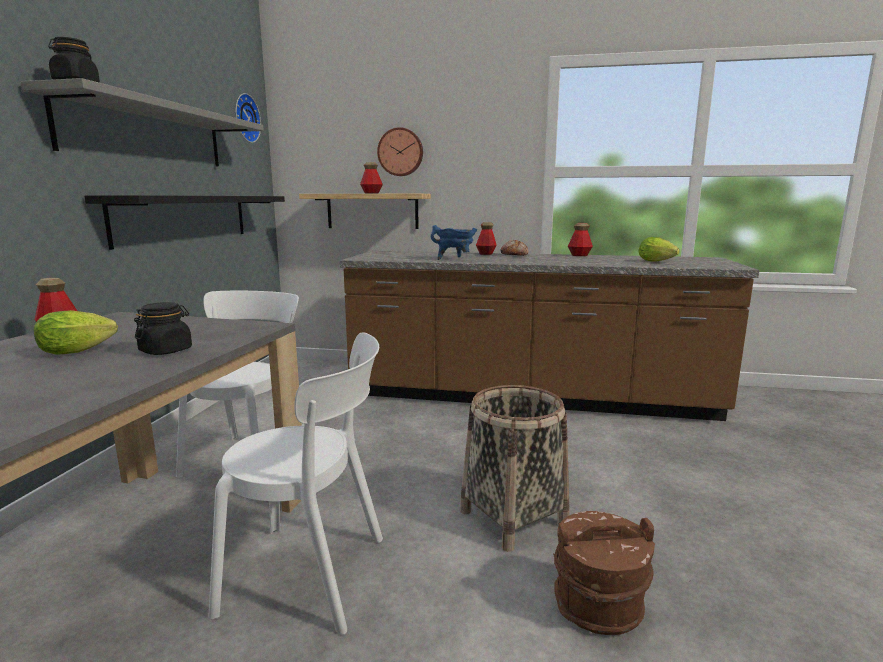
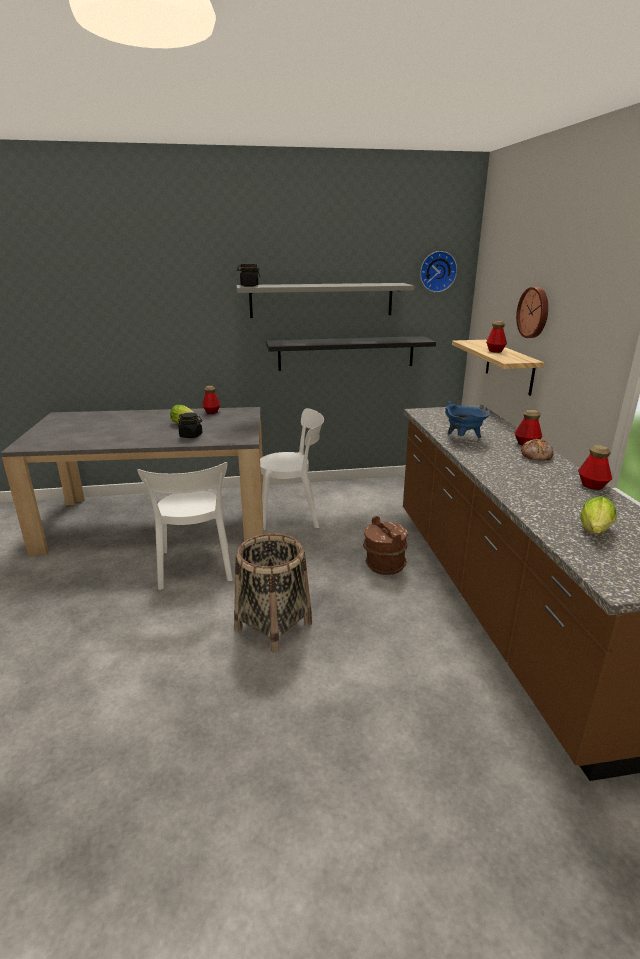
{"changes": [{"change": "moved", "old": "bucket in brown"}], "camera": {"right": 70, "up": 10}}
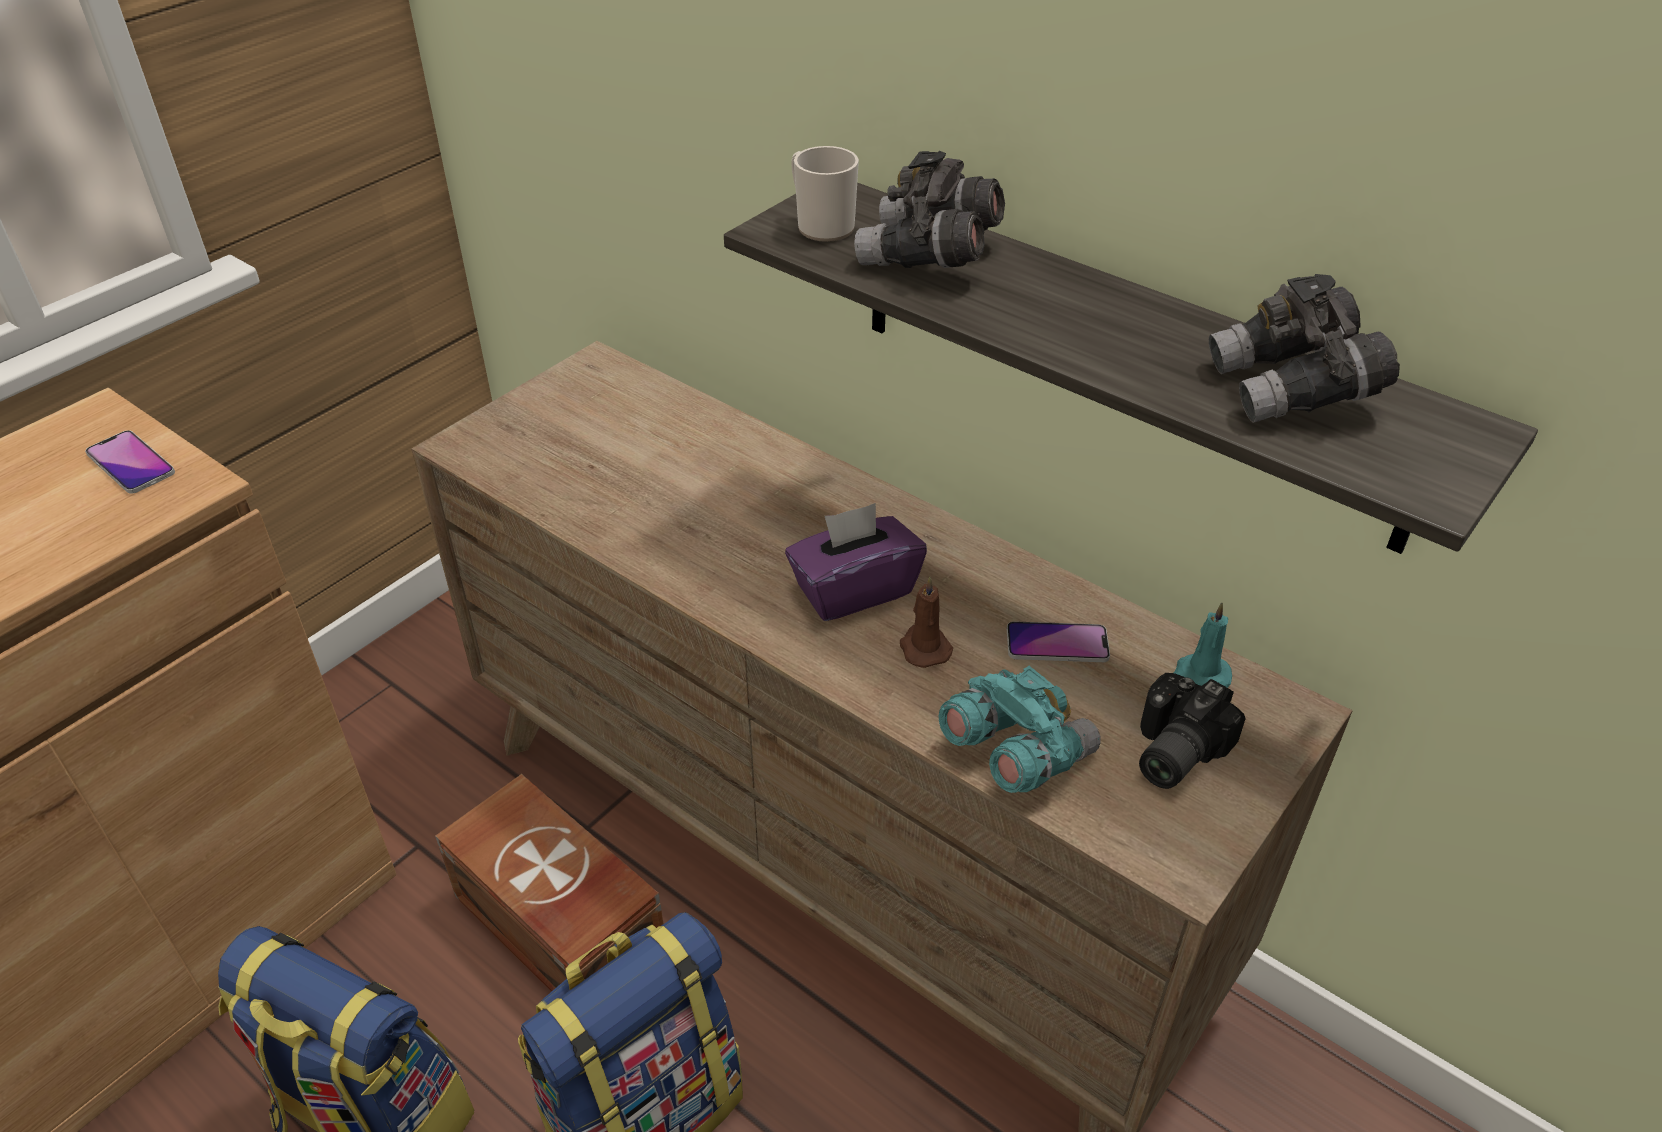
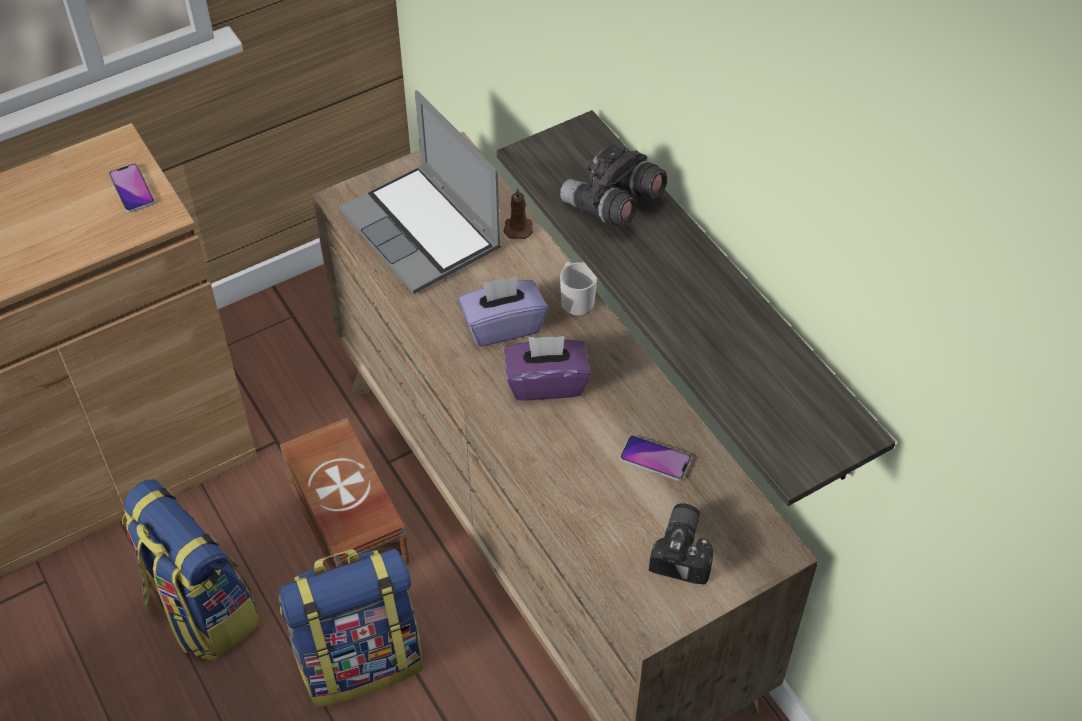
{"changes": [{"change": "added", "new": "laptop"}, {"change": "added", "new": "tissue box in purple (1st from left)"}, {"change": "moved", "old": "candle in brown"}, {"change": "moved", "old": "mug"}, {"change": "turned", "old": "photo camera", "degrees": 135}, {"change": "removed", "old": "binoculars in turquoise"}, {"change": "removed", "old": "candle in turquoise"}, {"change": "removed", "old": "binoculars in grey (2nd from left)"}], "camera": {"right": 20, "up": 10}}
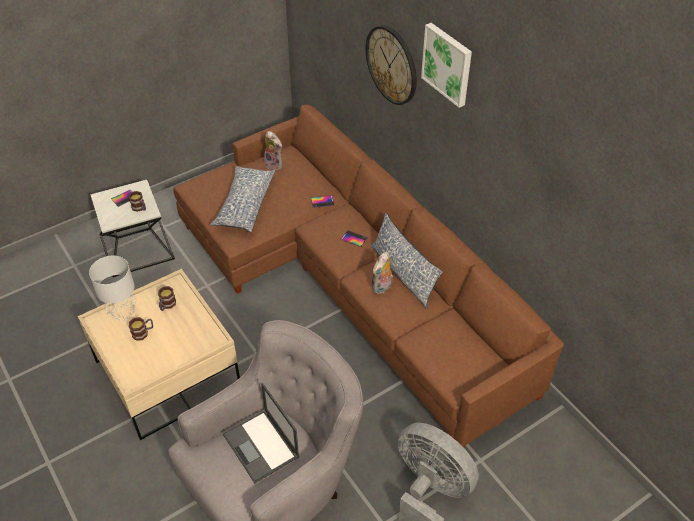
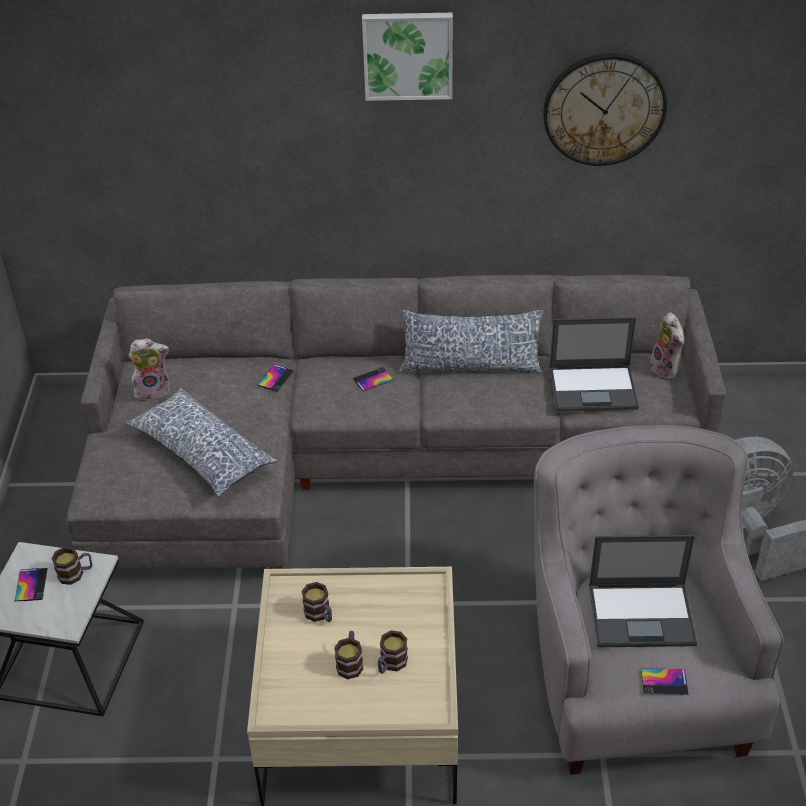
{"changes": [{"change": "recoloured", "old": "sofa in brown", "new": "sofa in grey"}, {"change": "added", "new": "mug (4th from left)"}, {"change": "moved", "old": "wall clock"}, {"change": "added", "new": "laptop (1st from left)"}, {"change": "added", "new": "phone (4th from left)"}, {"change": "moved", "old": "plush toy (2nd from left)"}, {"change": "removed", "old": "table lamp in grey"}], "camera": {"right": -55, "up": -5}}
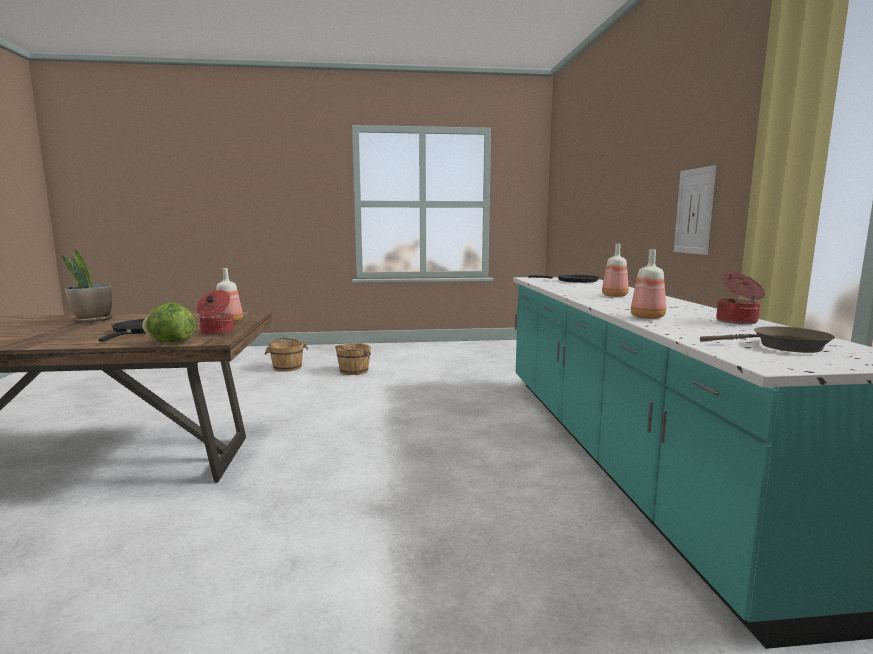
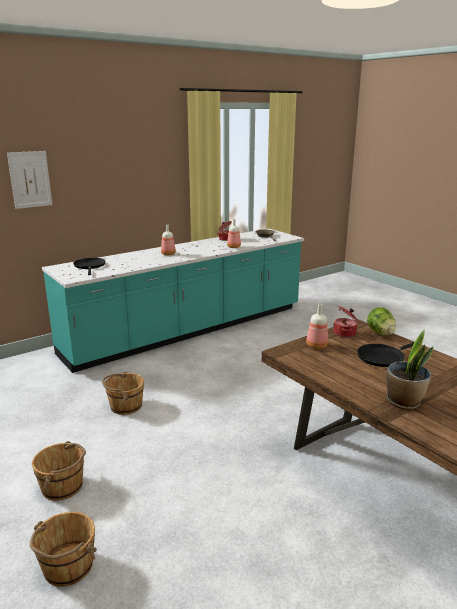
{"changes": [{"change": "moved", "old": "picture"}, {"change": "added", "new": "bucket in brown (3rd from left)"}], "camera": {"right": -120, "up": 10}}
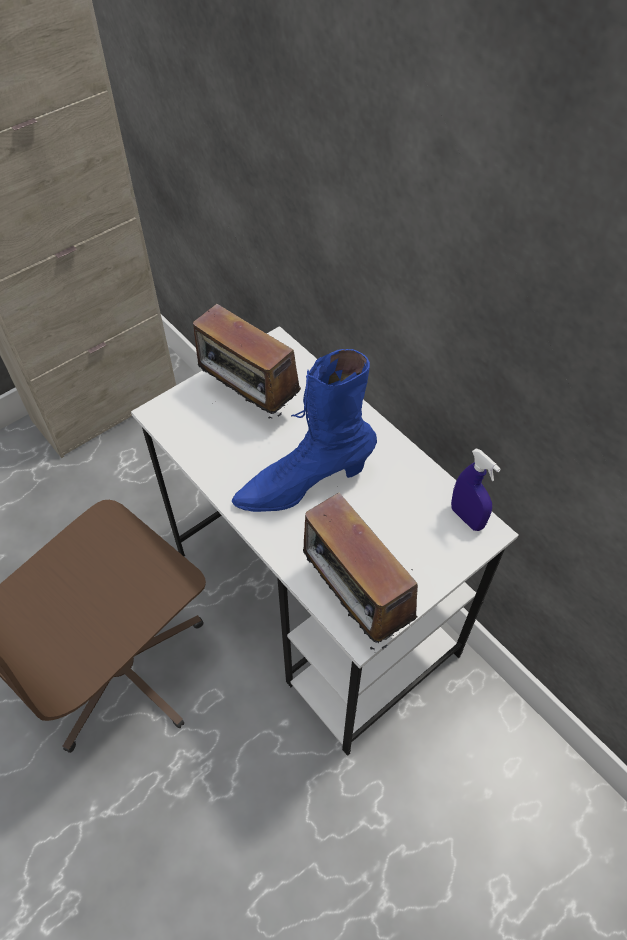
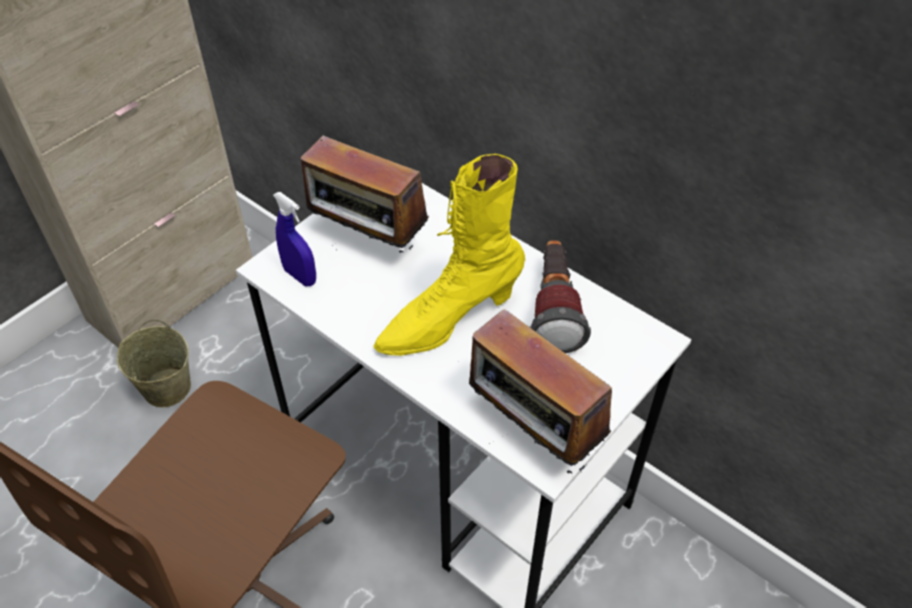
{"changes": [{"change": "added", "new": "bucket in beige"}, {"change": "moved", "old": "spray bottle in blue"}, {"change": "recoloured", "old": "boot in blue", "new": "boot in yellow"}, {"change": "added", "new": "flashlight"}], "camera": {"right": -10, "up": -5}}
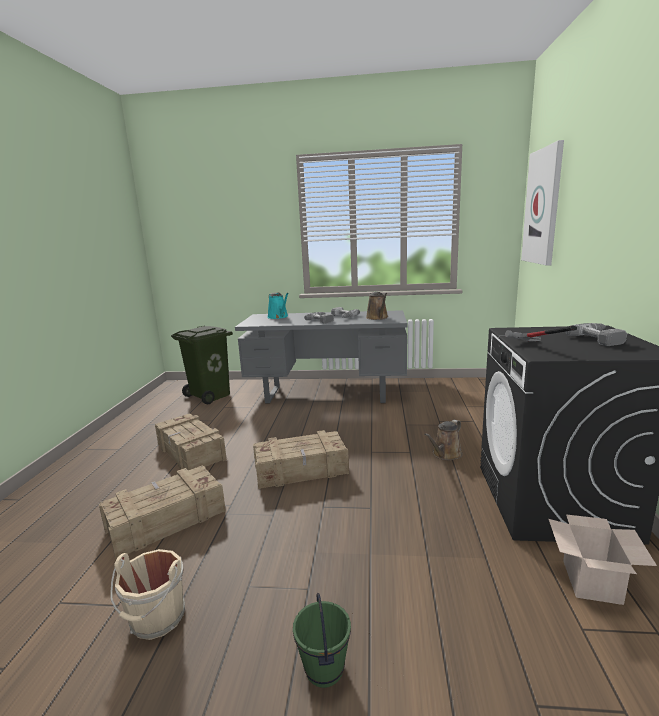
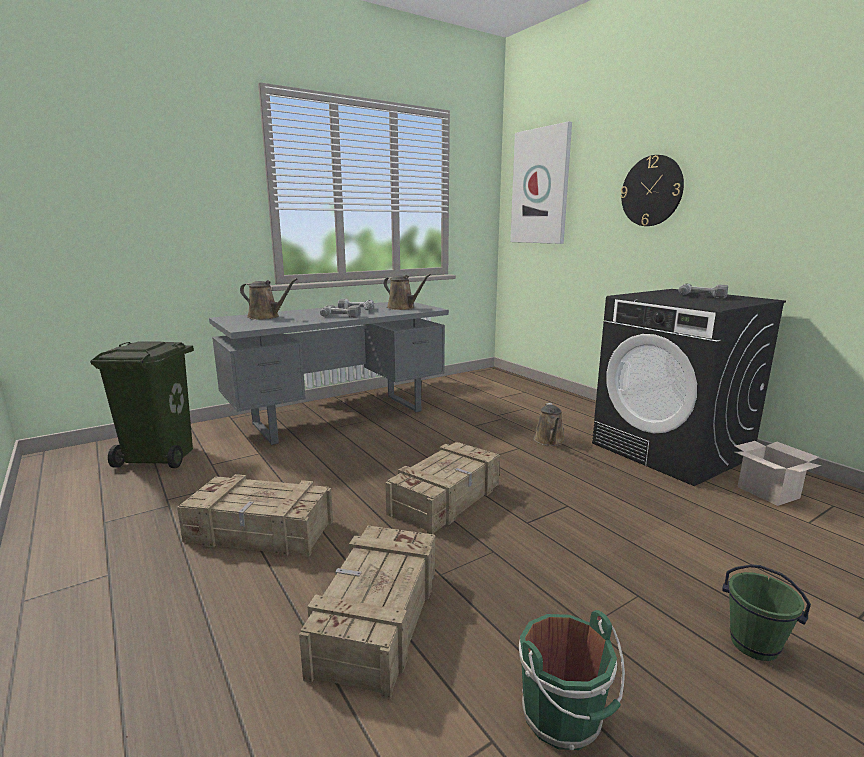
{"changes": [{"change": "recoloured", "old": "watering can in turquoise", "new": "watering can in brown (1st from left)"}, {"change": "recoloured", "old": "bucket in beige", "new": "bucket in green (1st from left)"}, {"change": "added", "new": "wall clock"}, {"change": "removed", "old": "hammer"}], "camera": {"right": -40, "up": 0}}
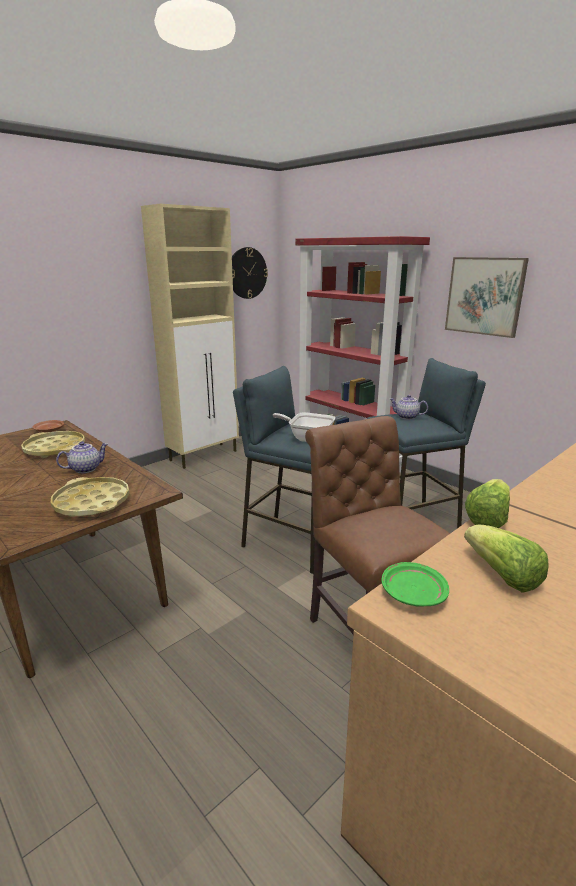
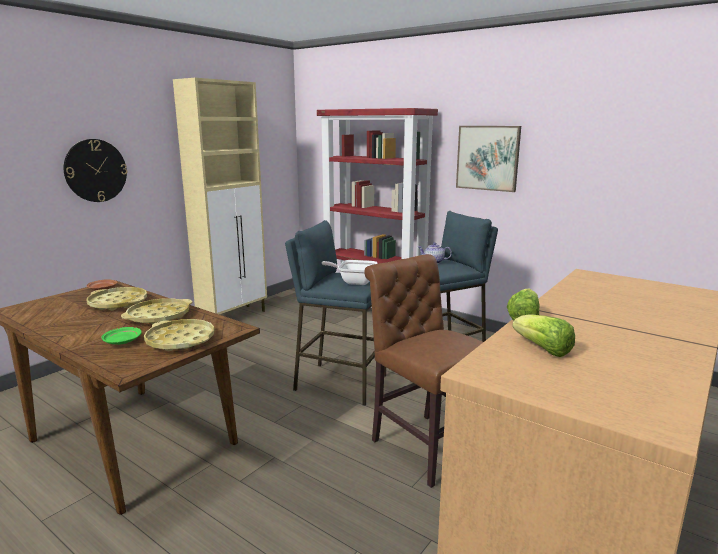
{"changes": [{"change": "moved", "old": "wall clock"}, {"change": "moved", "old": "plate in green"}, {"change": "replaced", "old": "teapot (1st from left)", "new": "tray in yellow (2nd from left)"}], "camera": {"right": -10, "up": -5}}
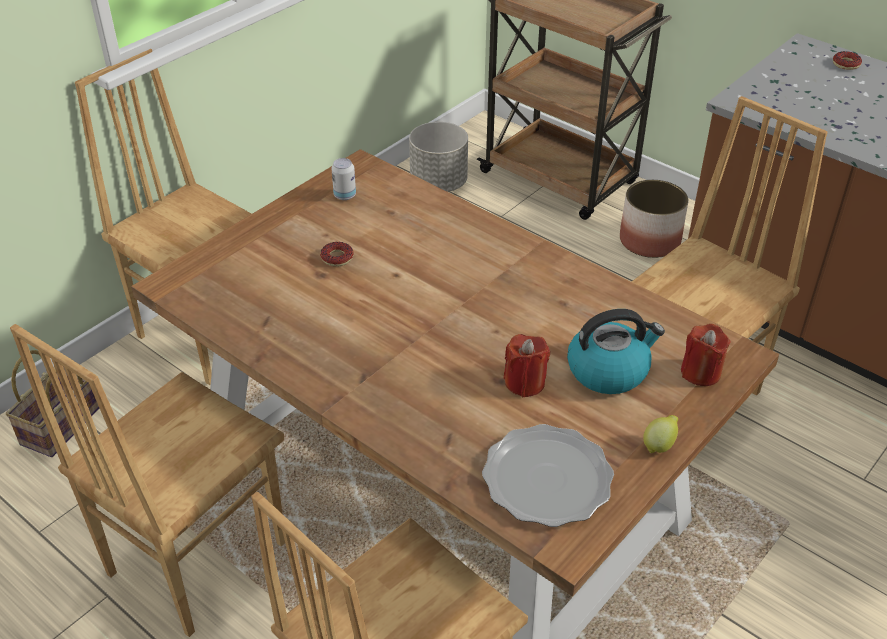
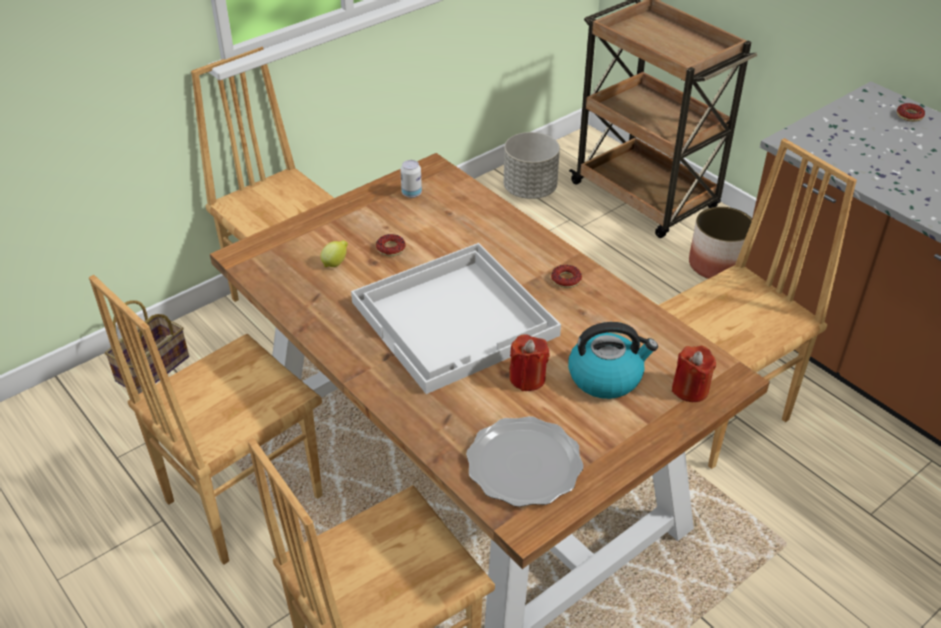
{"changes": [{"change": "moved", "old": "lemon"}, {"change": "added", "new": "tray in white"}, {"change": "added", "new": "donut (2nd from left)"}], "camera": {"right": 10, "up": 0}}
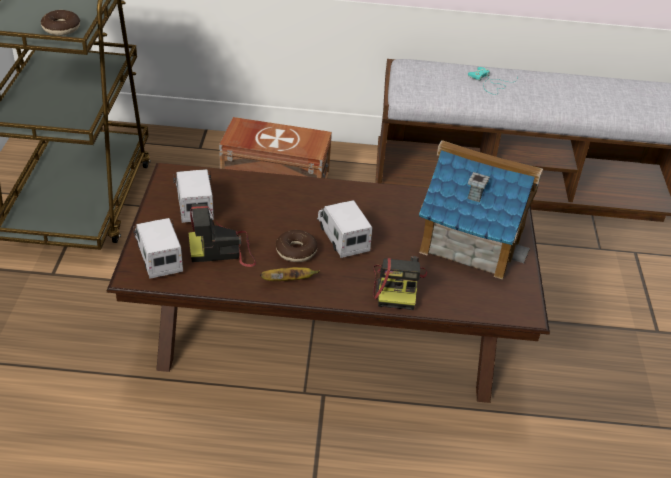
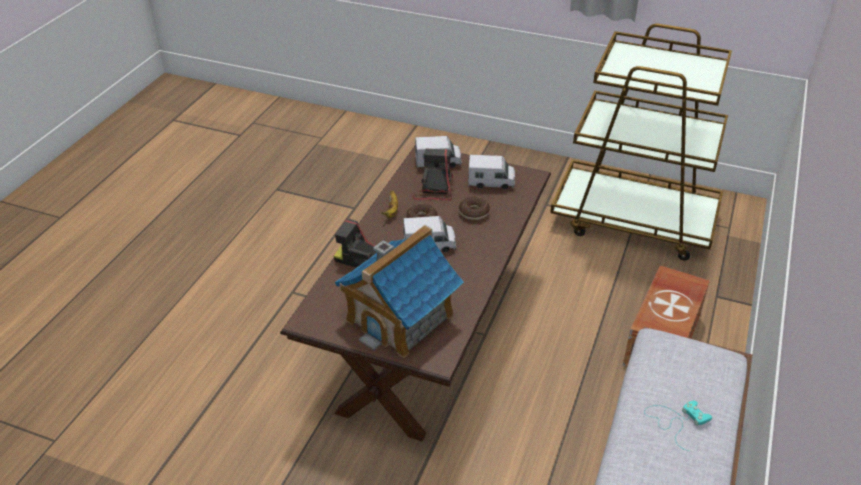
{"changes": [{"change": "moved", "old": "donut (1st from left in the first image)", "new": "donut (2nd from left)"}], "camera": {"right": 110, "up": 0}}
